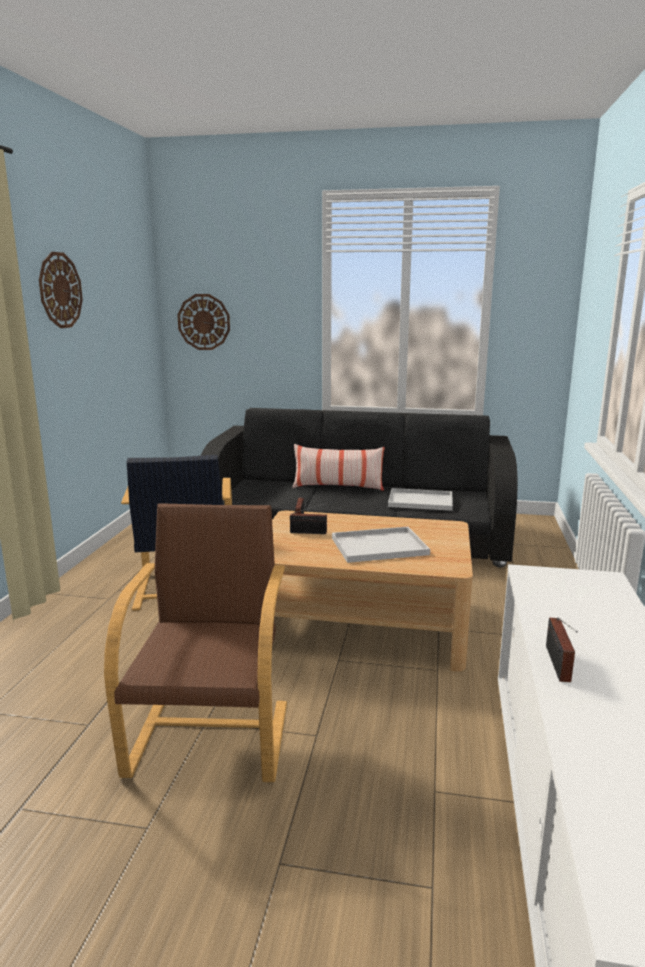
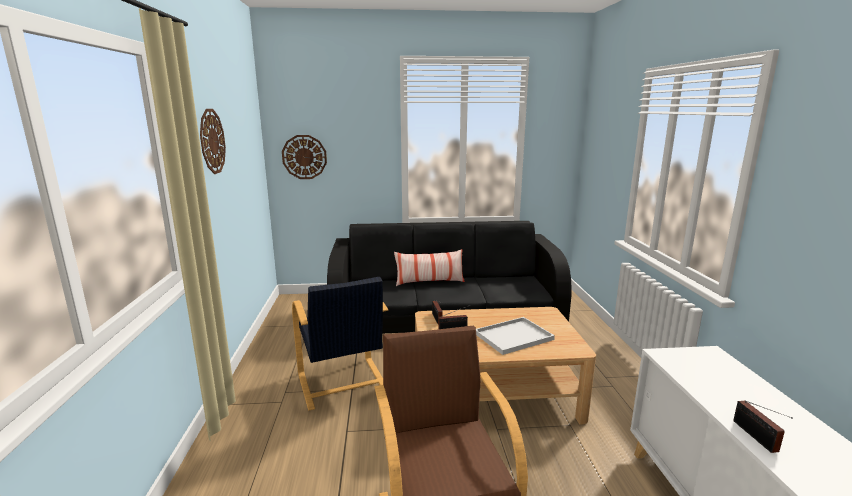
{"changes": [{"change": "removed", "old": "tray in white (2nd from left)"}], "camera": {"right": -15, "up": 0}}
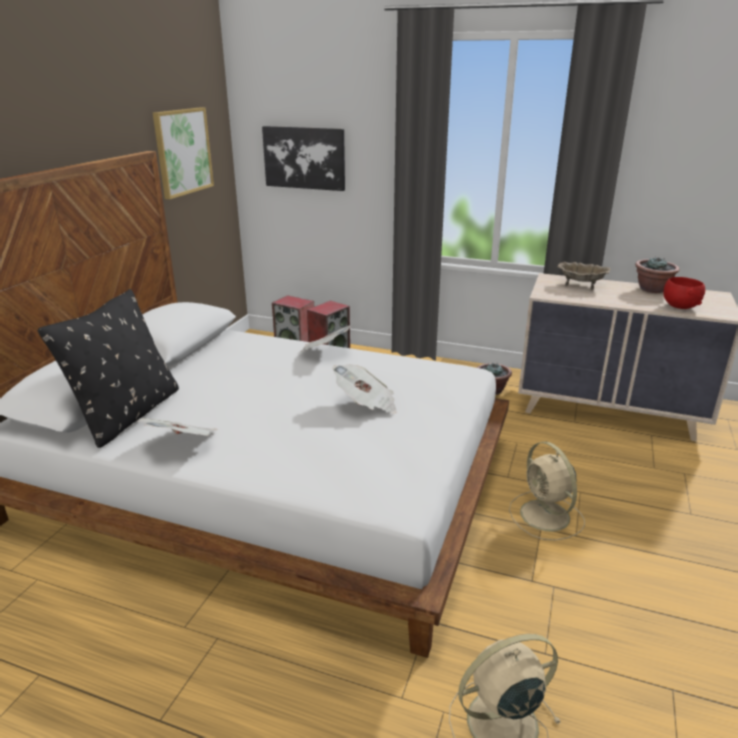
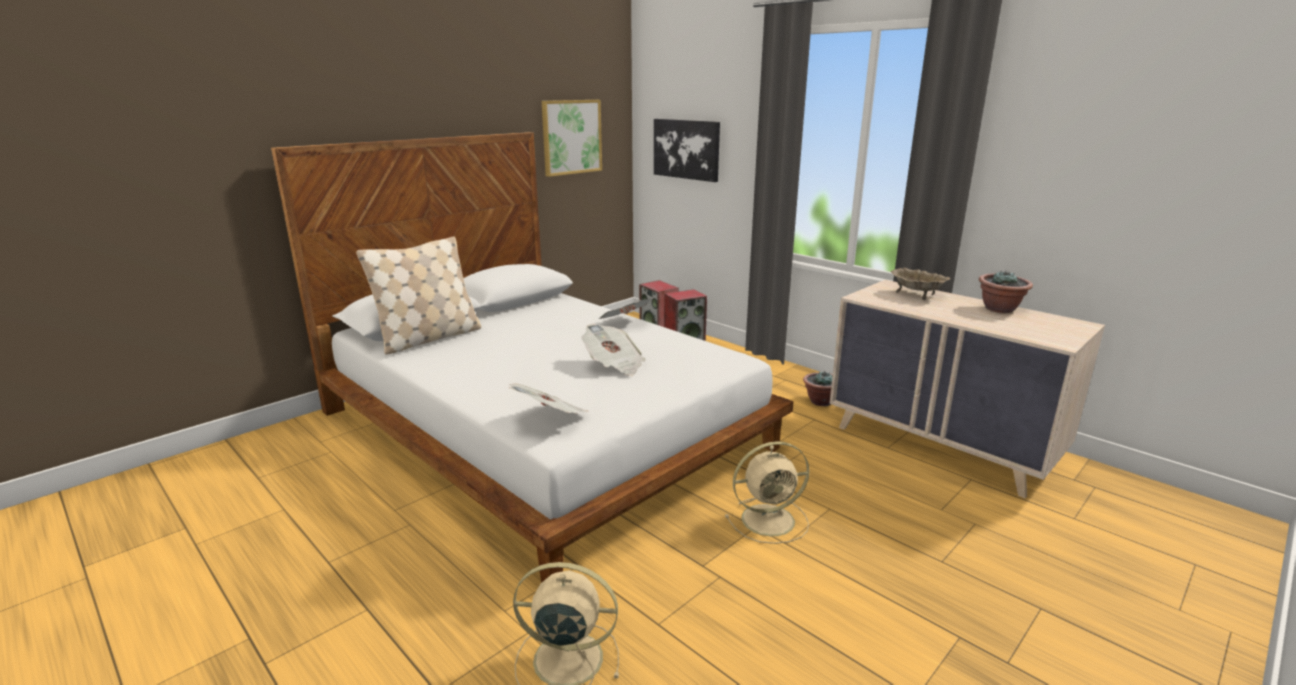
{"changes": [{"change": "recoloured", "old": "pillow in black", "new": "pillow in beige"}, {"change": "moved", "old": "newspaper (1st from left)"}, {"change": "turned", "old": "fan in beige (2nd from left)", "degrees": -105}, {"change": "removed", "old": "bowl in red"}], "camera": {"right": 25, "up": -5}}
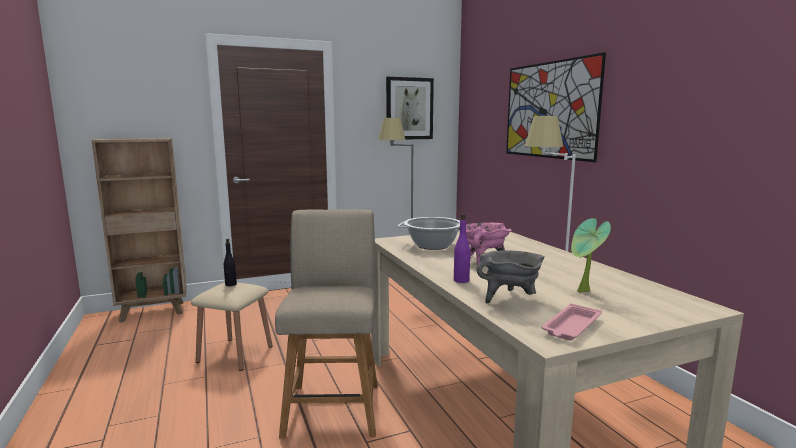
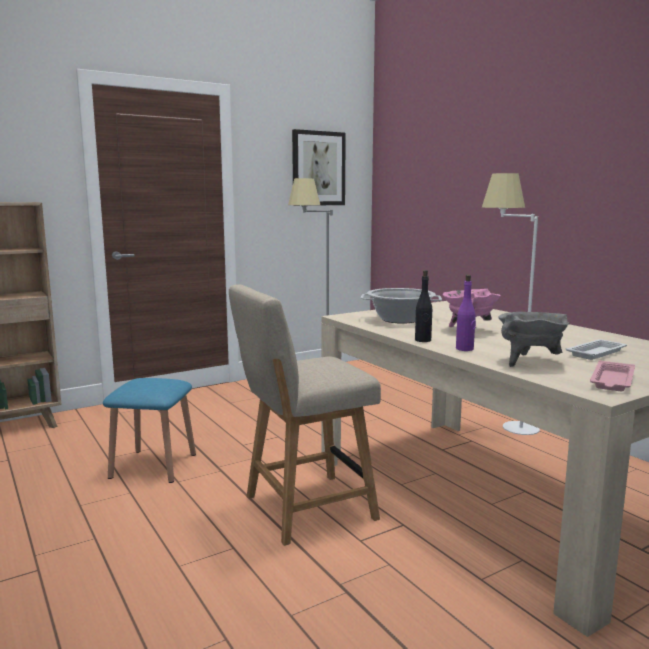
{"changes": [{"change": "recoloured", "old": "stool in beige", "new": "stool in blue"}, {"change": "turned", "old": "chair in beige", "degrees": -105}, {"change": "moved", "old": "bottle in black"}, {"change": "replaced", "old": "potted plant", "new": "tray in white"}, {"change": "removed", "old": "picture (2nd from left)"}], "camera": {"right": -10, "up": 0}}
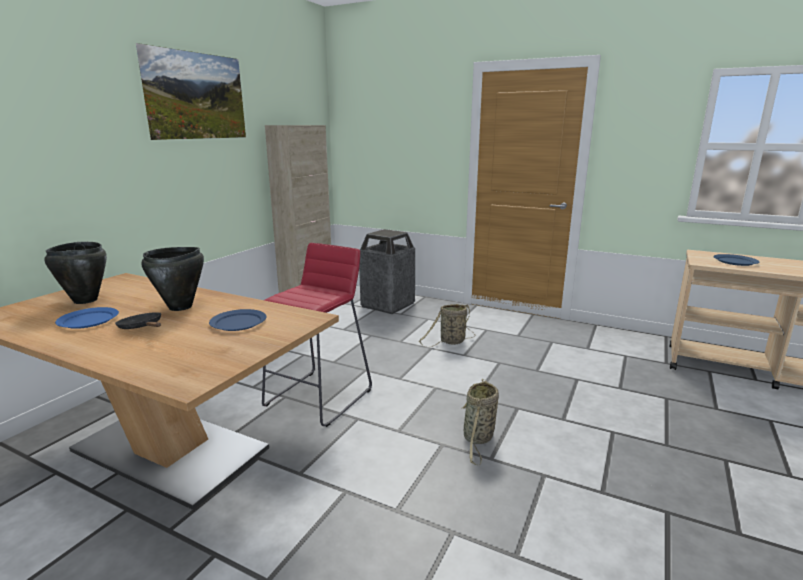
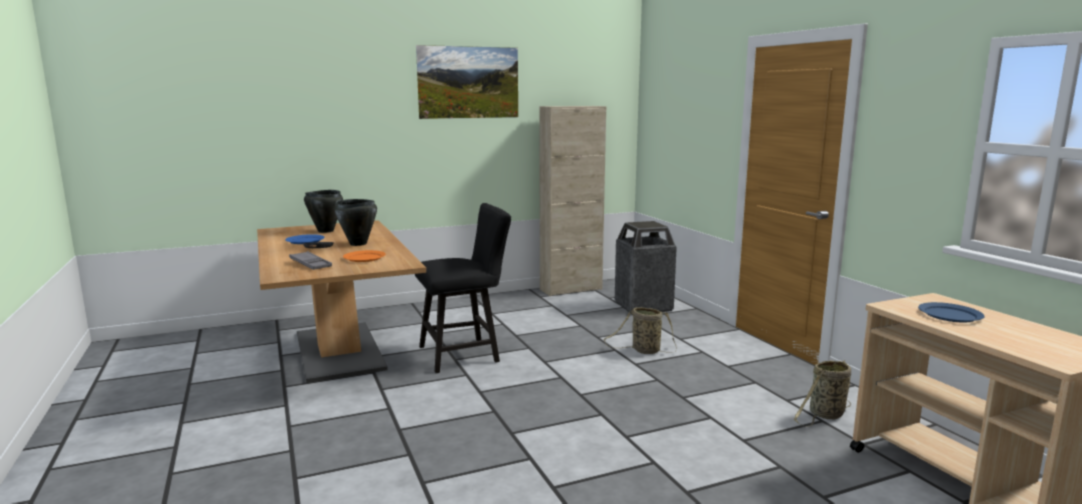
{"changes": [{"change": "added", "new": "tray in grey"}, {"change": "recoloured", "old": "plate in blue (2nd from left)", "new": "plate in orange"}, {"change": "replaced", "old": "stool in red", "new": "chair in black"}, {"change": "moved", "old": "basket (2nd from left)"}], "camera": {"right": 40, "up": -5}}
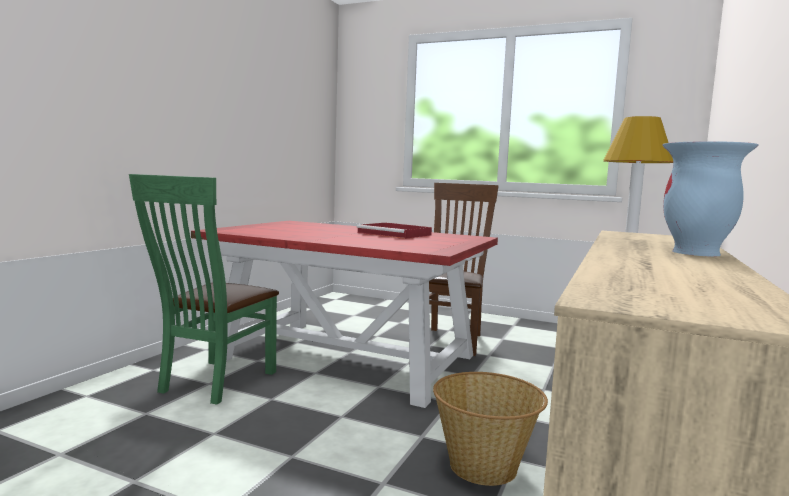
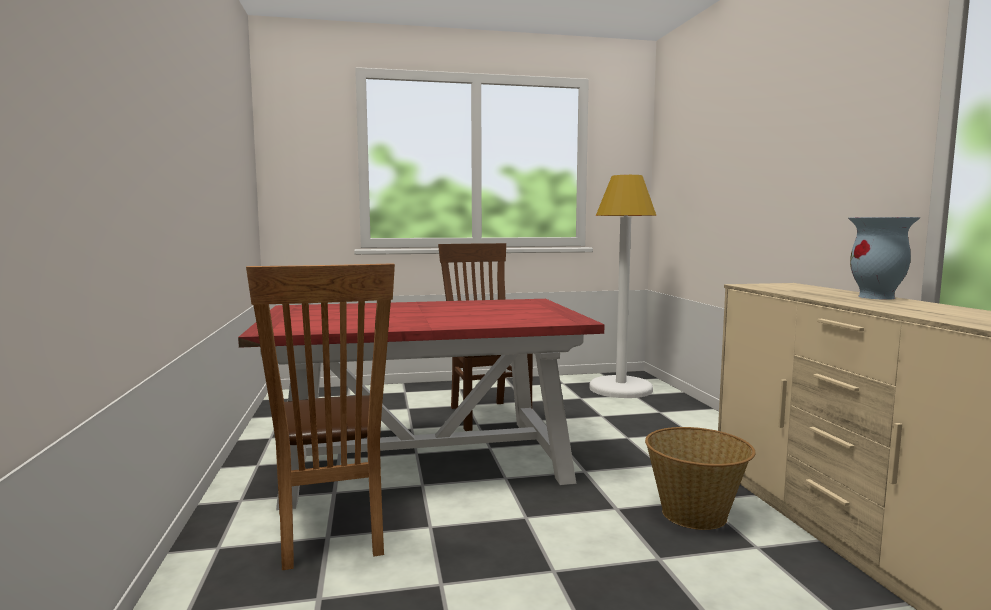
{"changes": [{"change": "recoloured", "old": "chair in green", "new": "chair in brown (1st from left)"}, {"change": "removed", "old": "tray in red"}], "camera": {"right": -35, "up": 0}}
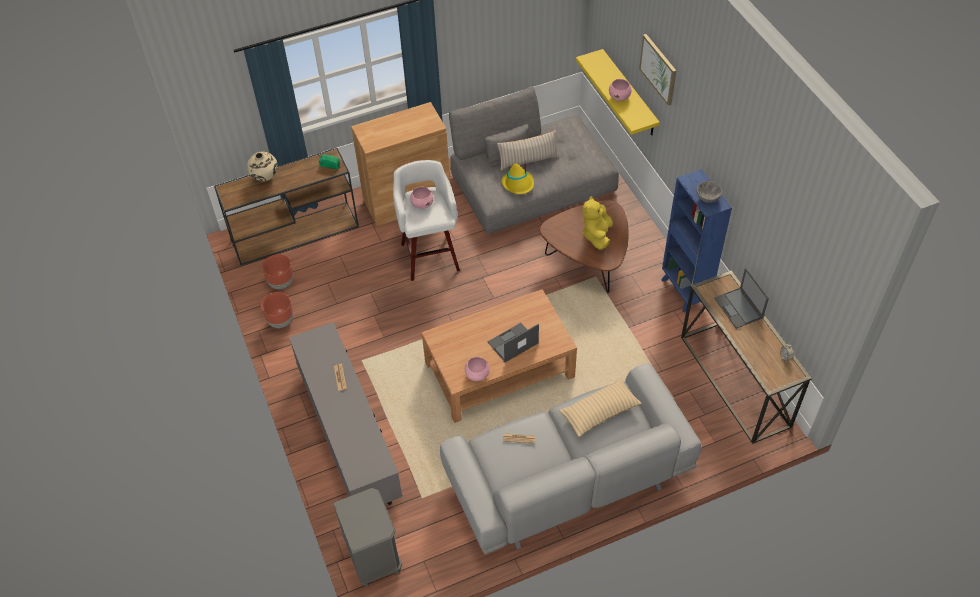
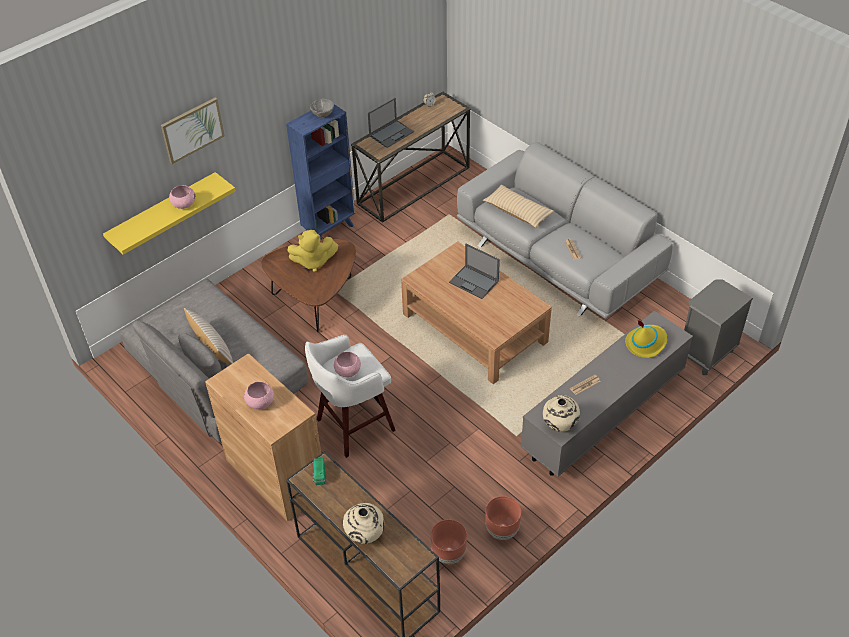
{"changes": [{"change": "moved", "old": "bowl in pink (2nd from left)"}, {"change": "added", "new": "vase in beige (2nd from left)"}, {"change": "moved", "old": "hat in yellow"}], "camera": {"right": -110, "up": -5}}
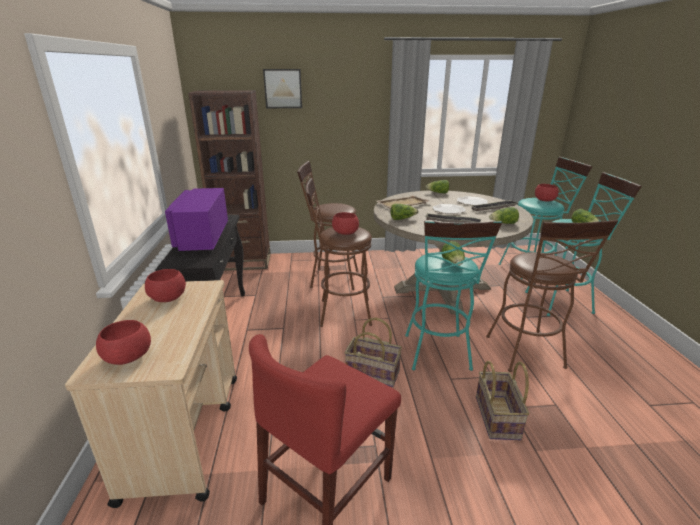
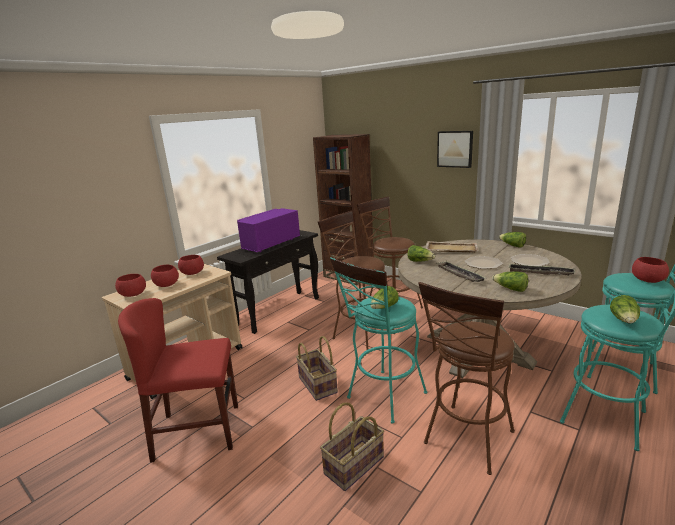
{"changes": [{"change": "moved", "old": "bowl in red (3rd from left in the first image)", "new": "bowl in red (2nd from left)"}, {"change": "moved", "old": "picture"}], "camera": {"right": 45, "up": -5}}
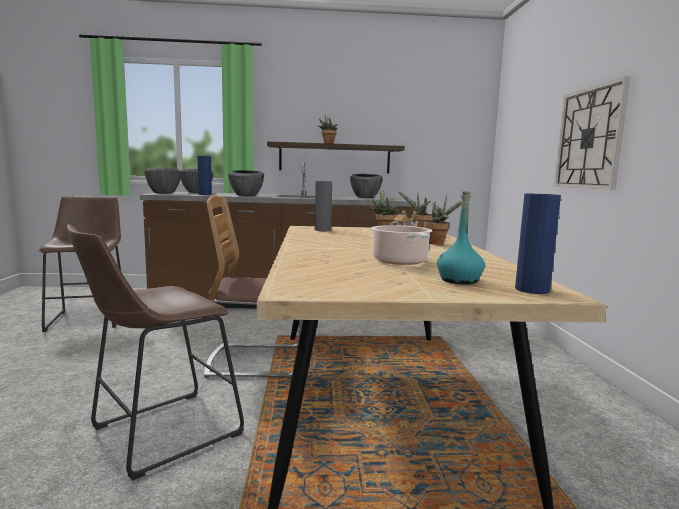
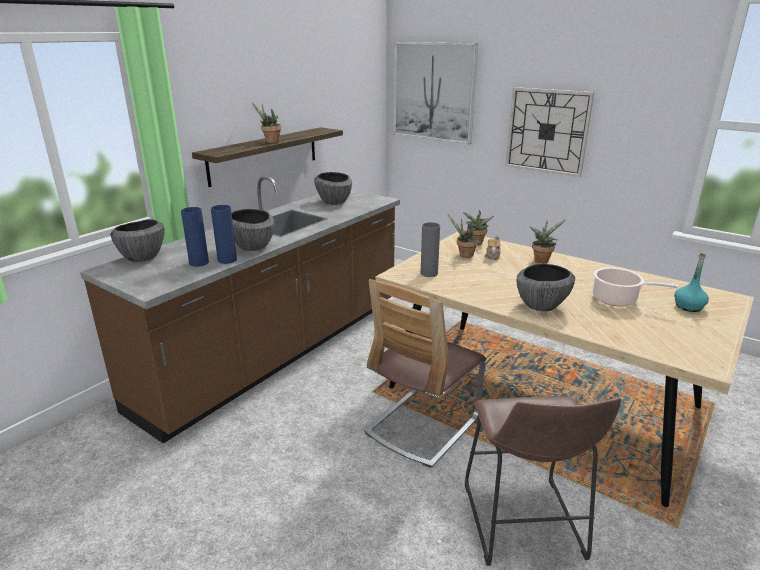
{"changes": [{"change": "moved", "old": "vase in blue (2nd from left)"}, {"change": "added", "new": "picture"}, {"change": "moved", "old": "bowl (1st from left in the first image)", "new": "bowl (4th from left)"}, {"change": "removed", "old": "stool in brown (1st from left)"}], "camera": {"right": -50, "up": 15}}
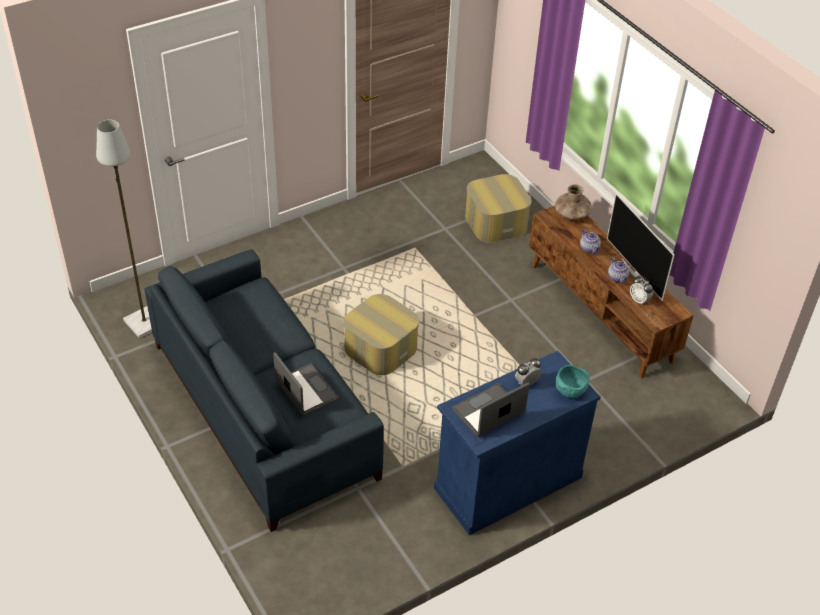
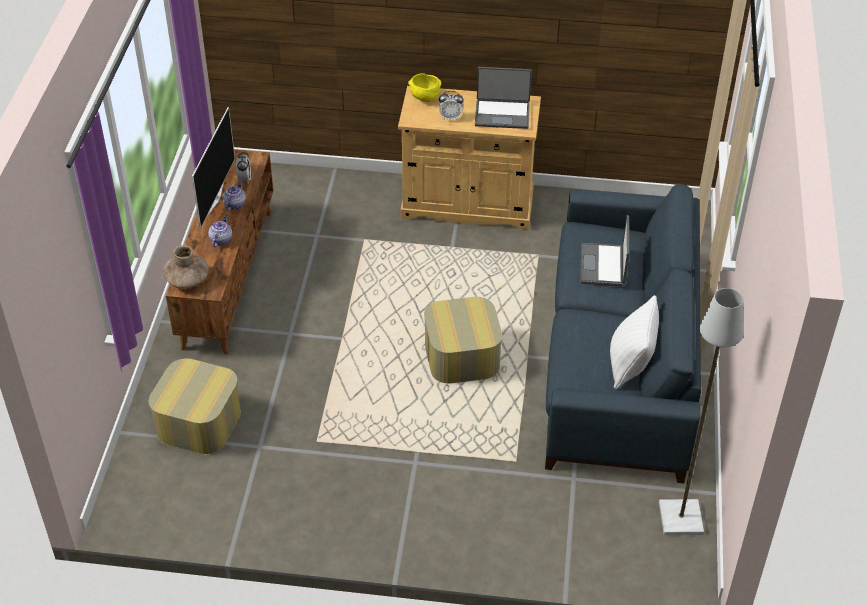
{"changes": [{"change": "recoloured", "old": "cabinet in blue", "new": "cabinet in beige"}, {"change": "recoloured", "old": "bowl in turquoise", "new": "bowl in yellow"}, {"change": "added", "new": "pillow in white"}], "camera": {"right": -140, "up": 0}}
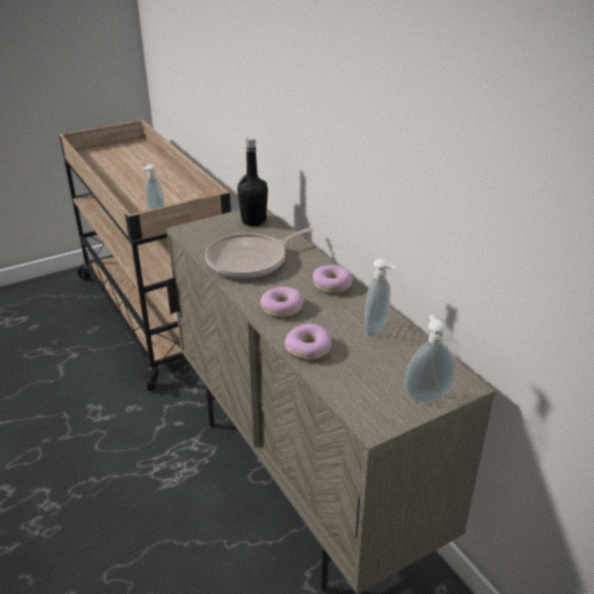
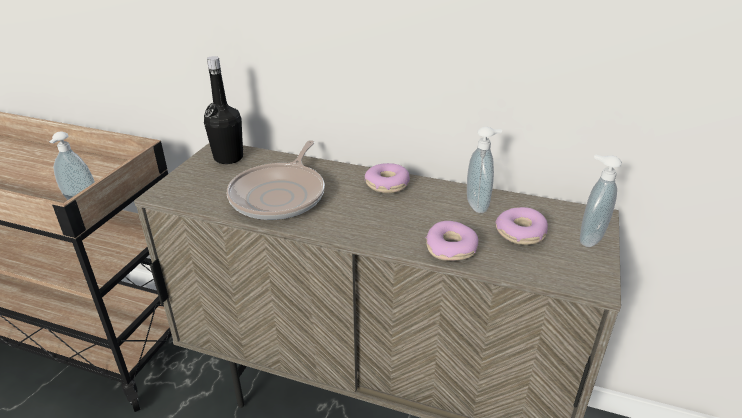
{"changes": [{"change": "moved", "old": "donut (1st from left in the first image)", "new": "donut (3rd from left)"}], "camera": {"right": -40, "up": 0}}
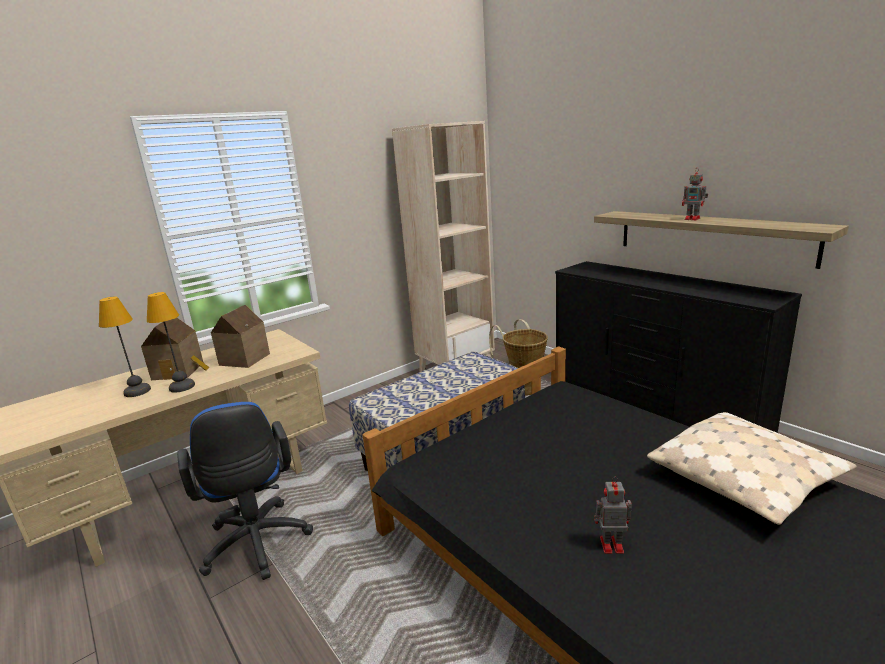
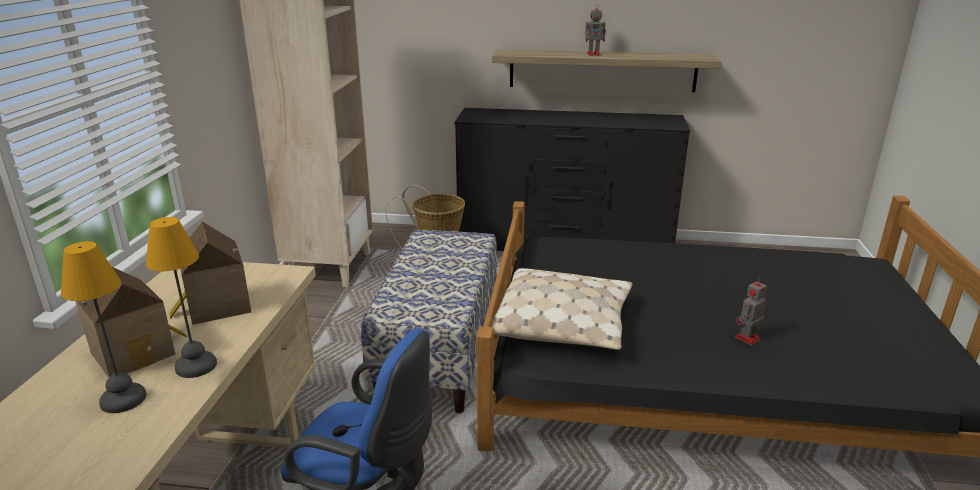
{"changes": [{"change": "moved", "old": "pillow in beige"}], "camera": {"right": -45, "up": 5}}
